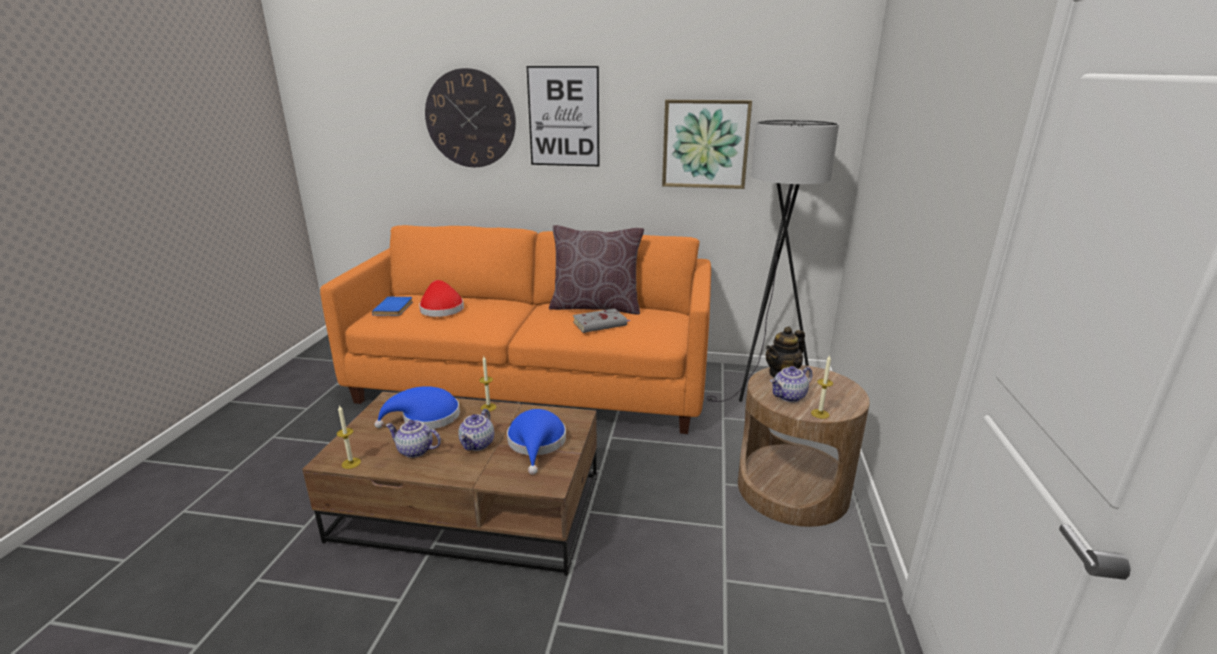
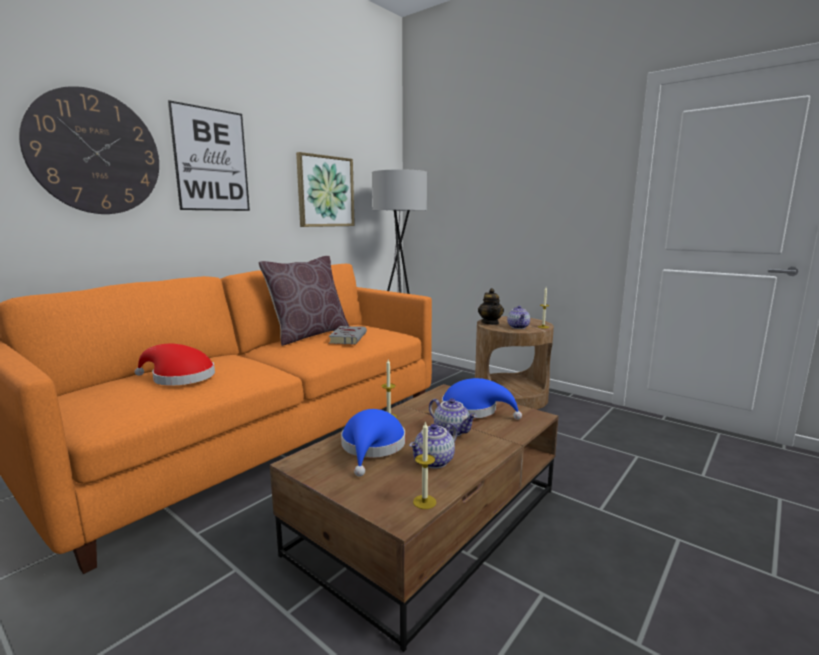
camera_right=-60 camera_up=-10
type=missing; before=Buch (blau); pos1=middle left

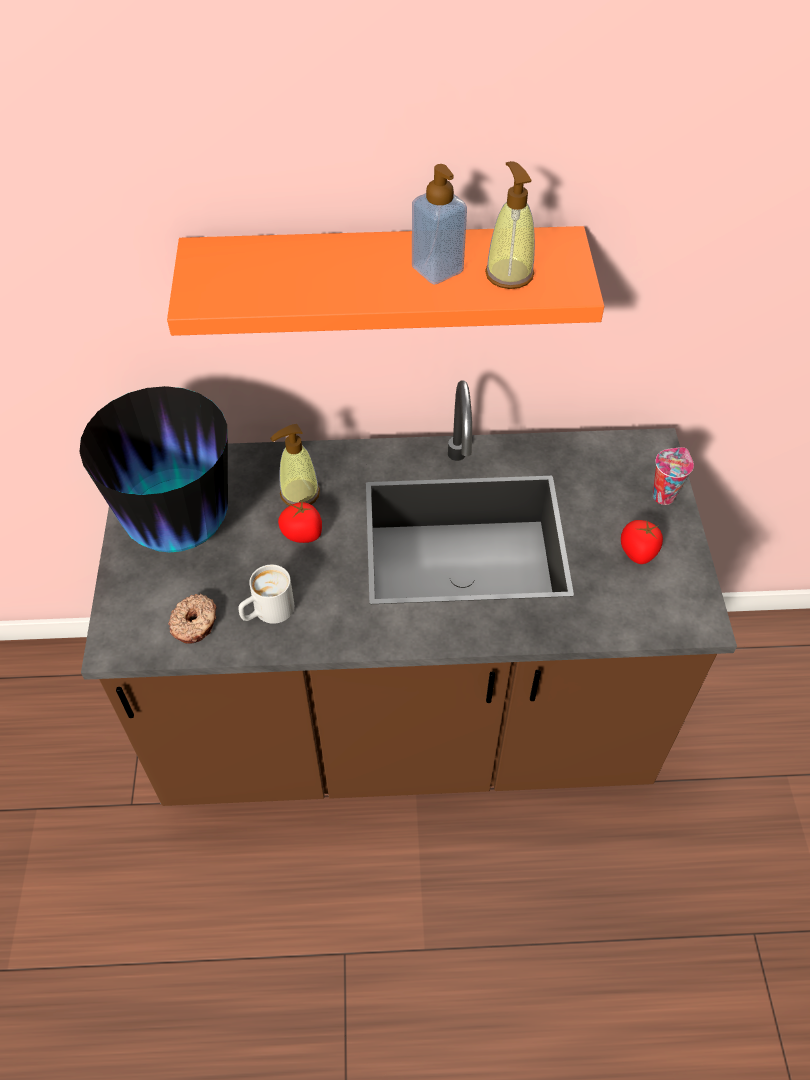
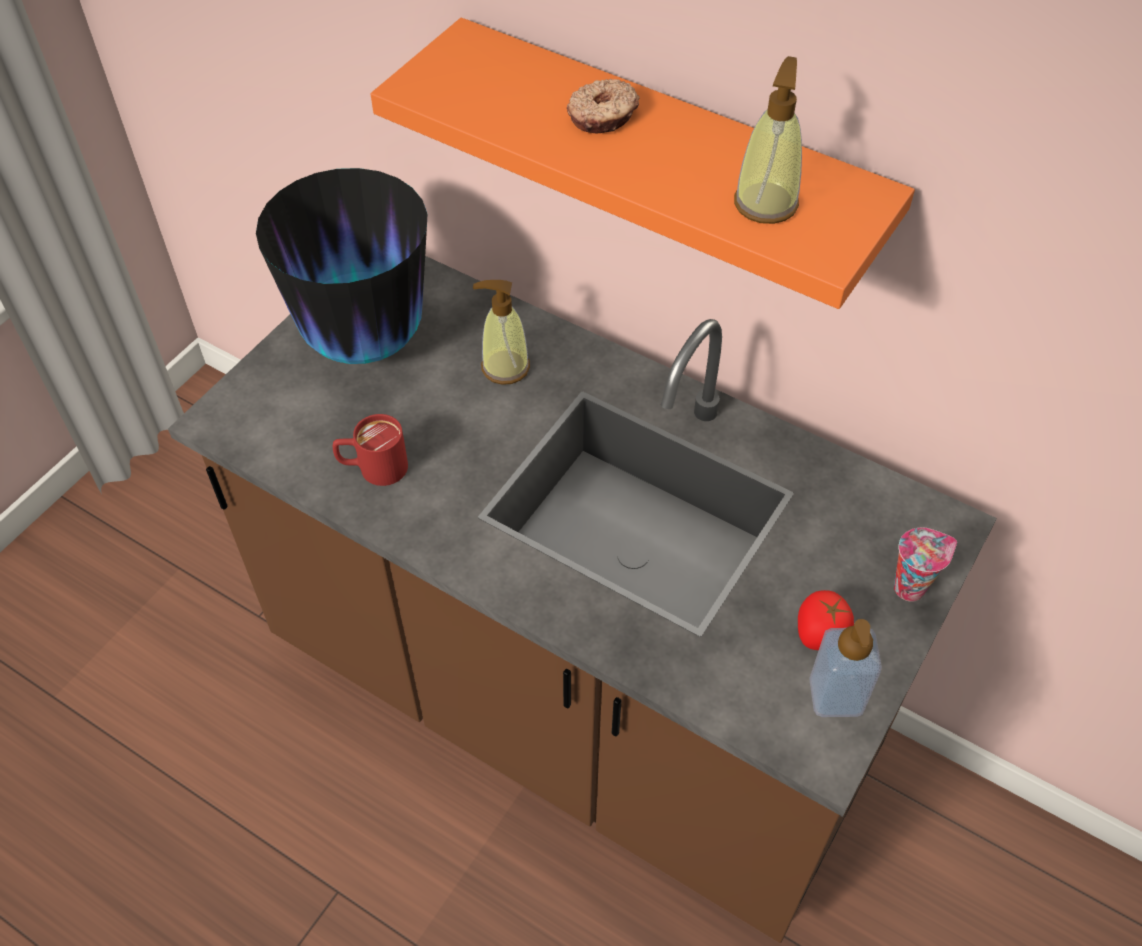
camera_right=35 camera_up=0
type=missing; before=Tomate (no. 1 from left); pos1=centre
type=relocated; before=Donut; pos1=middle left; pos2=top centre
type=relocated; before=Seifenspender (no. 2 from left in the first image); after=Seifenspender (no. 3 from left); pos1=top centre; pos2=bottom right
type=colour; before=Henkelbecher (weiß); after=Henkelbecher (rot); pos1=middle left; pos2=middle left

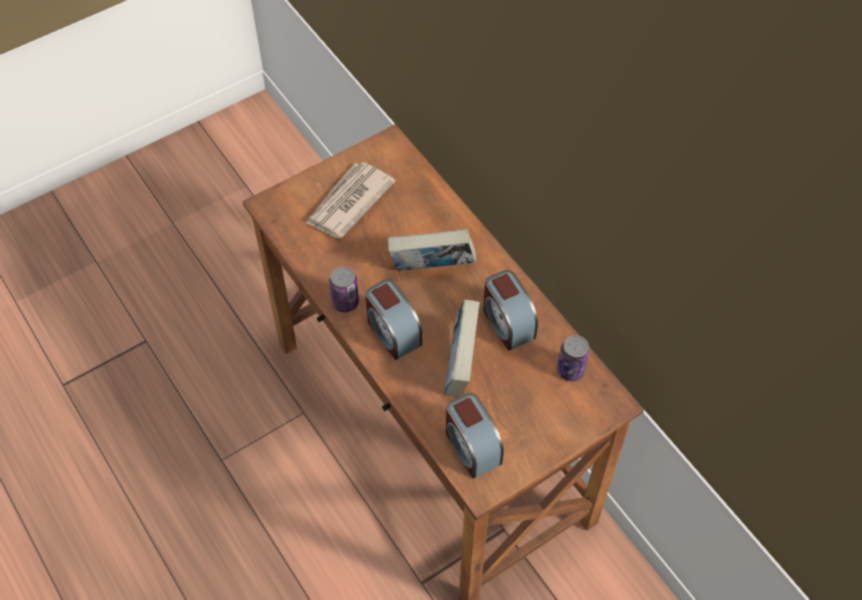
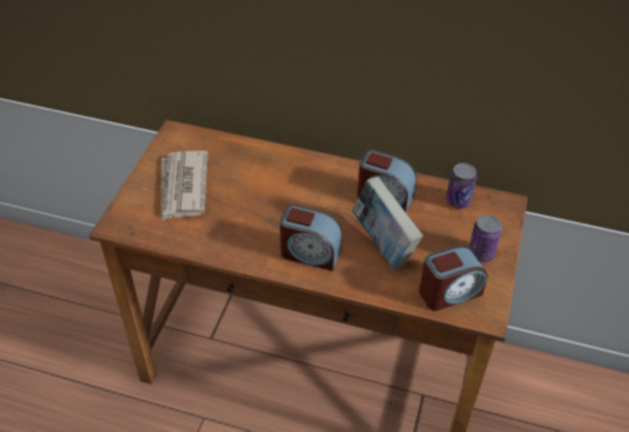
camera_right=-40 camera_up=-10
type=missing; before=Buch (no. 1 from left); pos1=centre
type=relocated; before=Dose (no. 1 from left in the first image); after=Dose (no. 2 from left); pos1=centre; pos2=middle right
type=spun; before=Wecker (no. 2 from left in the first image); pos1=bottom centre; pos2=middle right; turn=-45

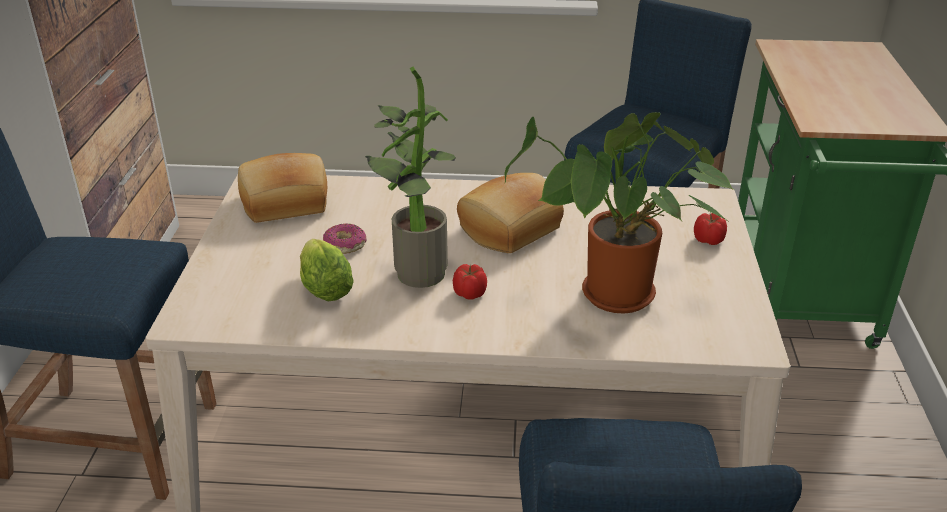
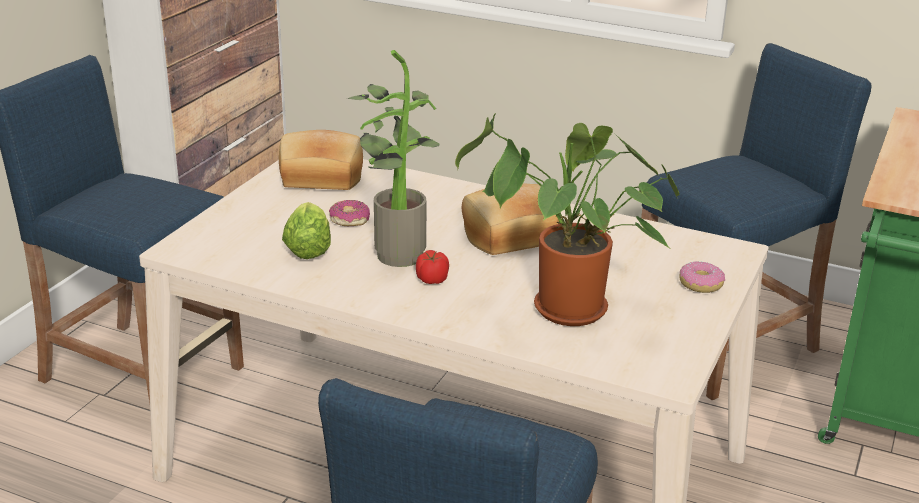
camera_right=20 camera_up=-5
type=exchanged; before=Tomate (no. 2 from left); after=Donut (no. 2 from left); pos1=middle right; pos2=middle right

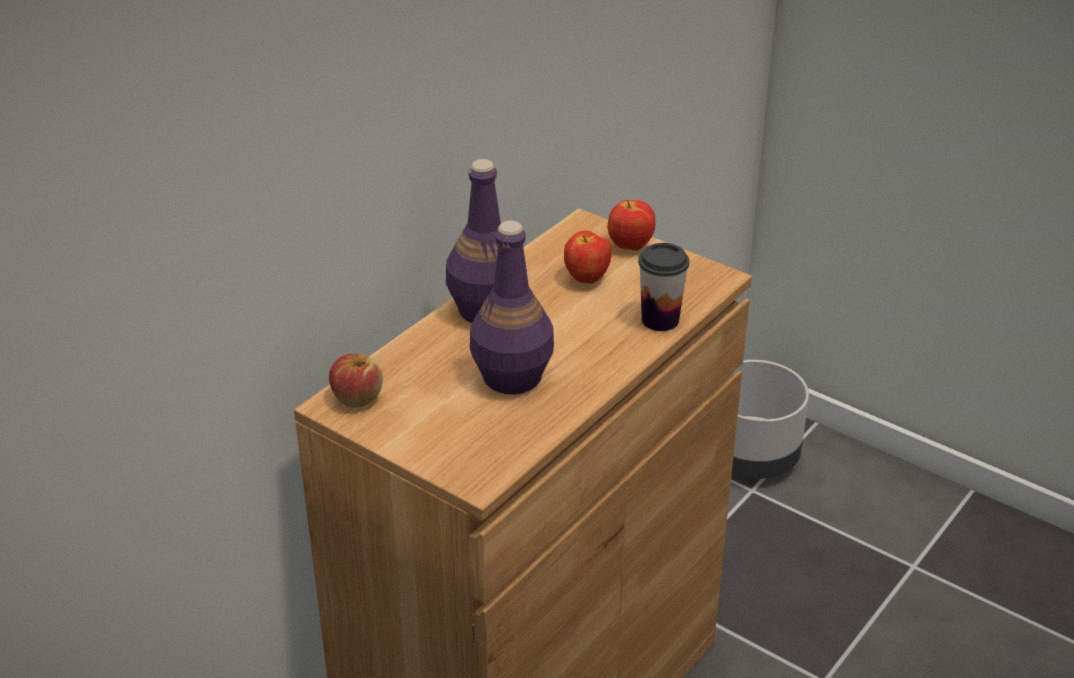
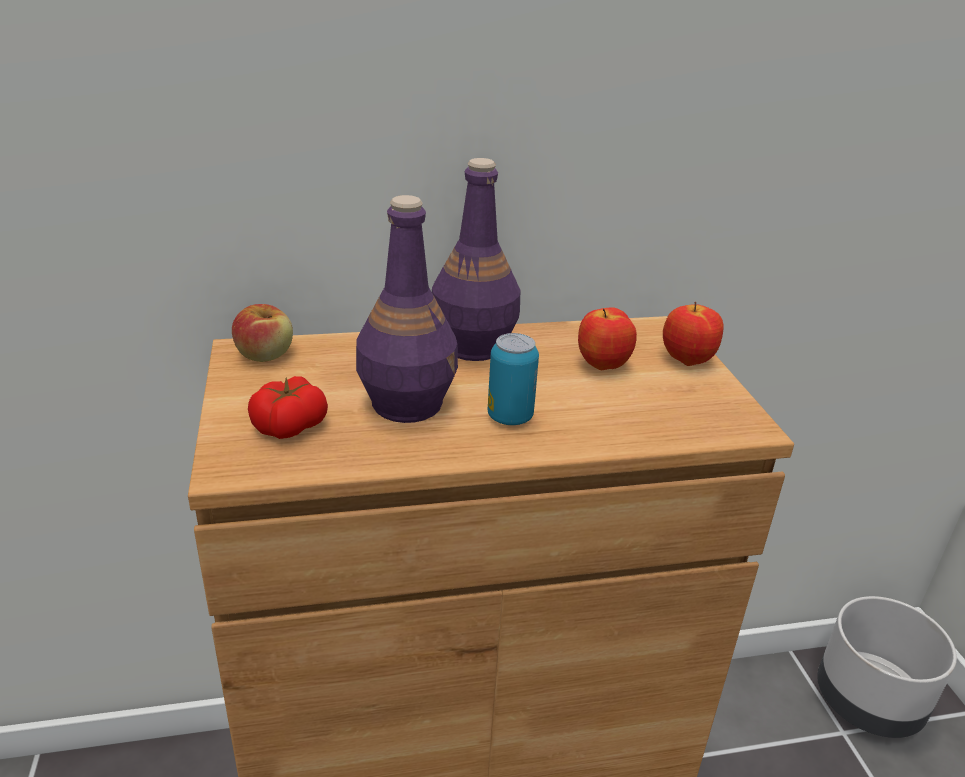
camera_right=40 camera_up=-5
type=missing; before=Tasse; pos1=centre
type=appeared; after=Tomate; pos2=middle left
type=appeared; after=Dose; pos2=centre

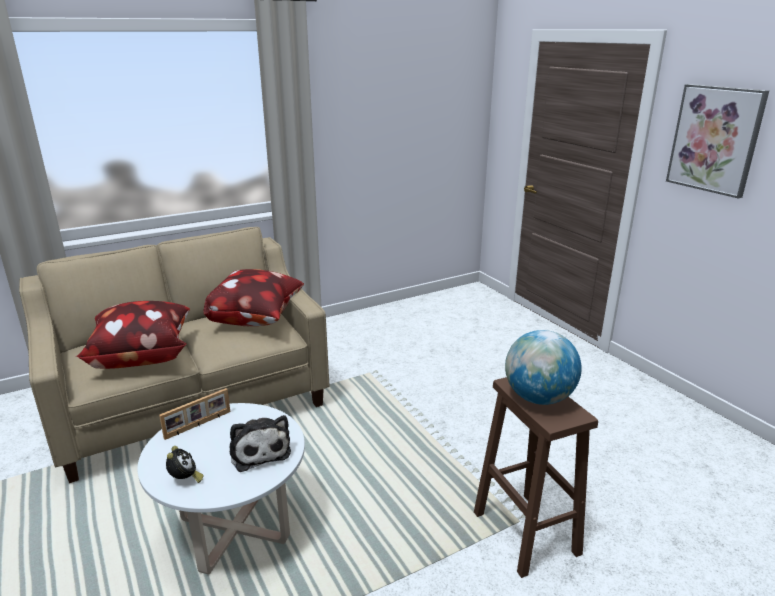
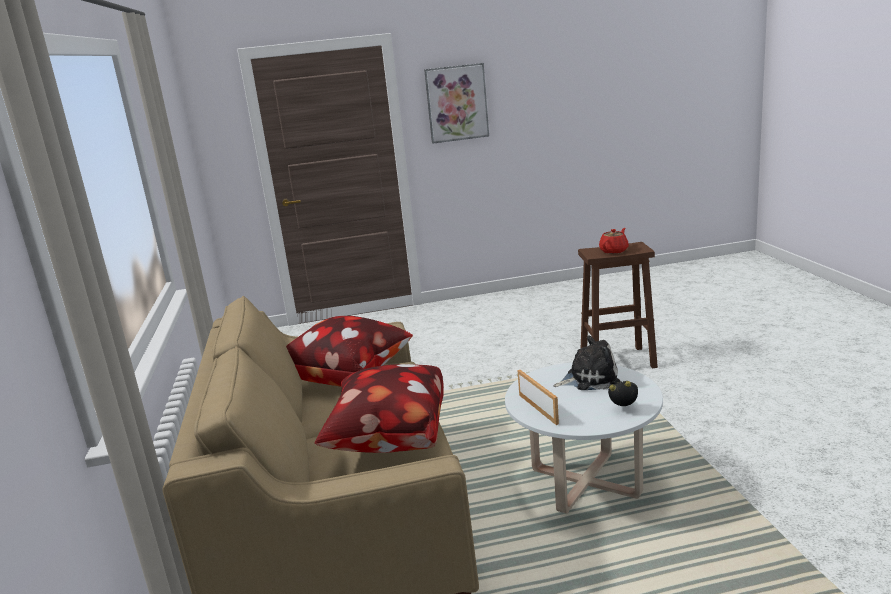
camera_right=-70 camera_up=-5
type=exchanged; before=Globus; after=Teekanne (rot); pos1=middle right; pos2=middle right

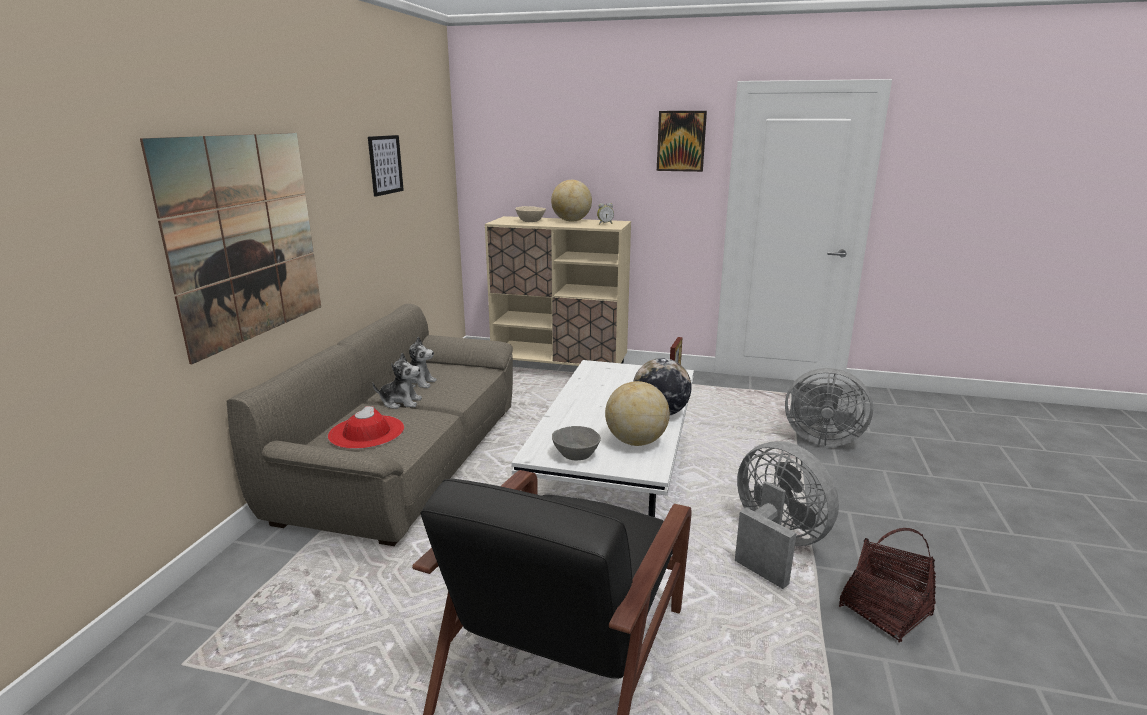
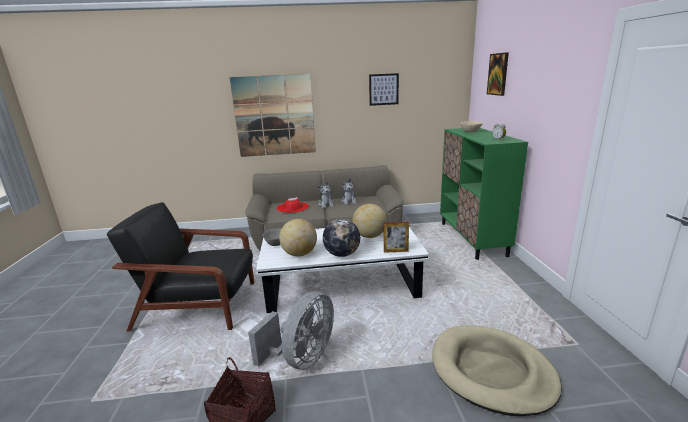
camera_right=70 camera_up=0
type=relocated; before=Globus (no. 1 from left in the first image); after=Globus (no. 3 from left); pos1=top centre; pos2=centre
type=relocated; before=Bild (no. 3 from left); pos1=top centre; pos2=top right
type=exchanged; before=Ventilator (grau) (no. 2 from left); after=Hundebett (beige); pos1=middle right; pos2=bottom right
type=colour; before=Schrank (beige); after=Schrank (grün); pos1=centre; pos2=middle right

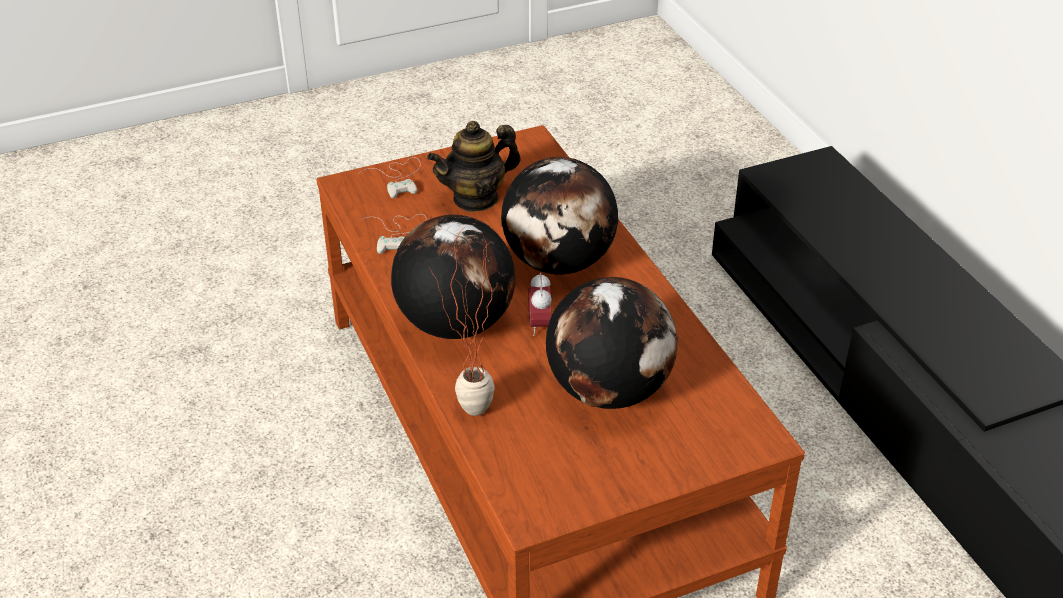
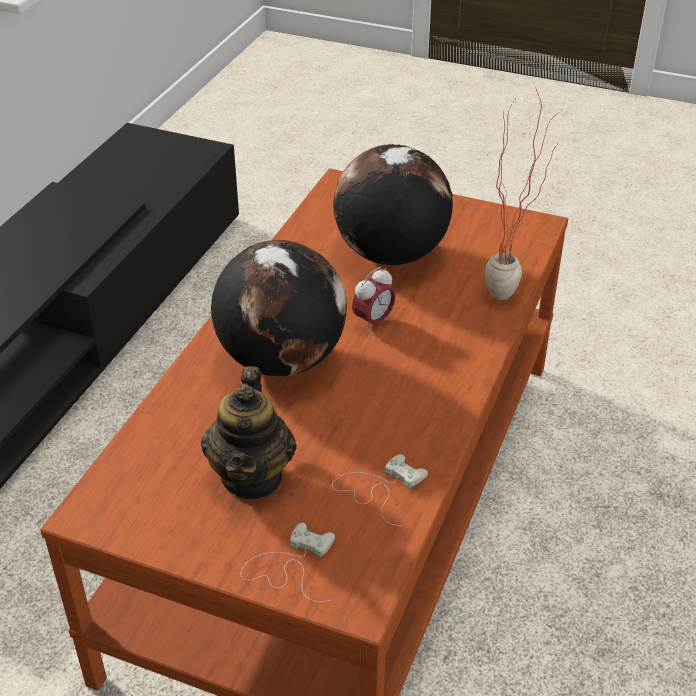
camera_right=-135 camera_up=0
type=missing; before=Globus (no. 1 from left); pos1=centre
type=spun; before=Teekanne; pos1=top centre; pos2=centre; turn=75

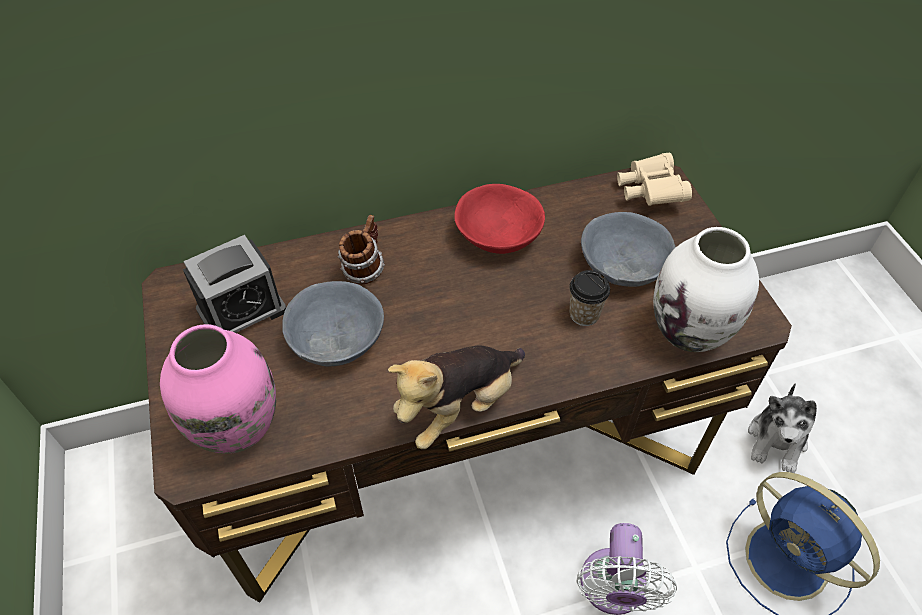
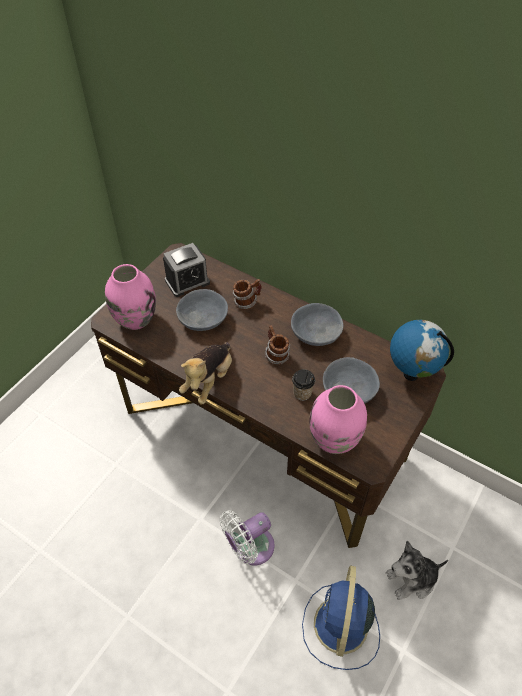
camera_right=50 camera_up=0
type=appeared; after=Henkelbecher (no. 2 from left); pos2=centre
type=exchanged; before=Fernglas (beige); after=Globus; pos1=top right; pos2=middle right
type=colour; before=Schüssel (rot); after=Schüssel (grau) (no. 2 from left); pos1=centre; pos2=centre
type=colour; before=Vase (weiß); after=Vase (rosa) (no. 2 from left); pos1=middle right; pos2=centre
type=spun; before=Wecker; pos1=middle left; pos2=centre; turn=-45
type=spun; before=Plüschtier (no. 1 from left); pos1=centre; pos2=centre; turn=-75

